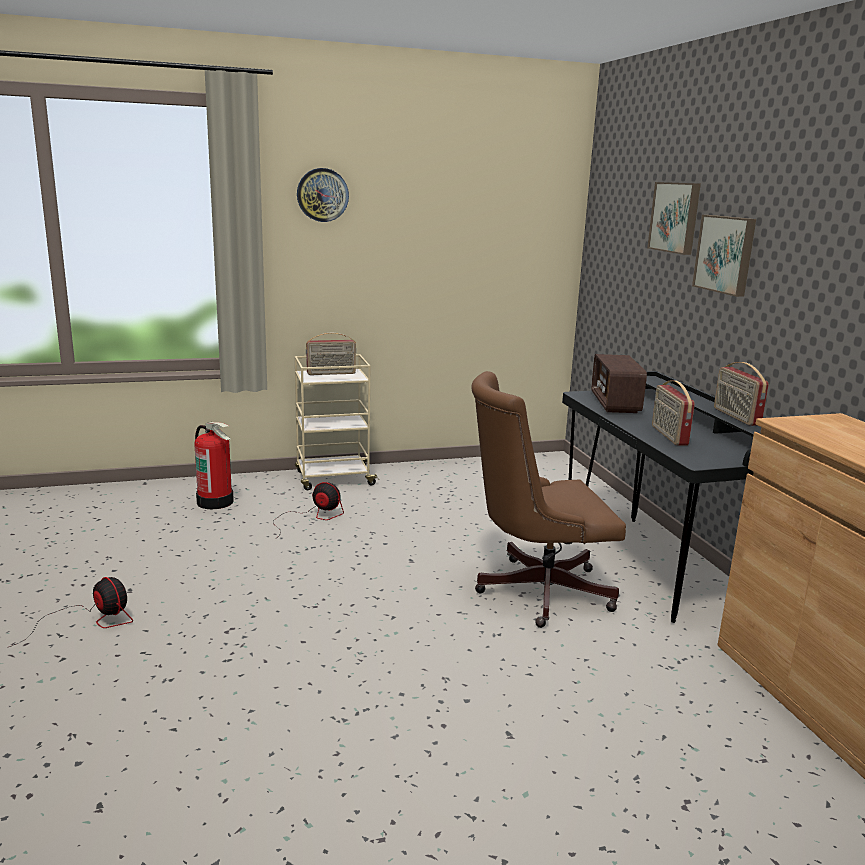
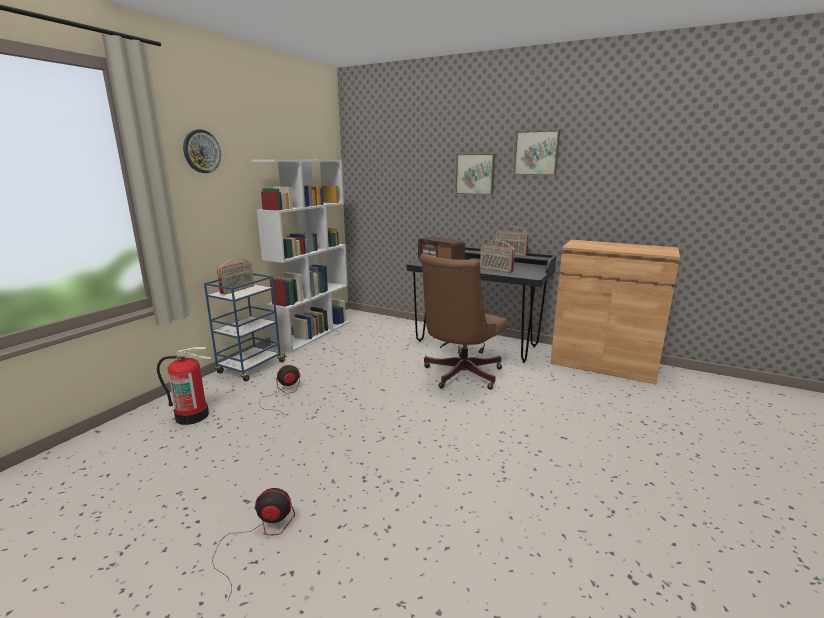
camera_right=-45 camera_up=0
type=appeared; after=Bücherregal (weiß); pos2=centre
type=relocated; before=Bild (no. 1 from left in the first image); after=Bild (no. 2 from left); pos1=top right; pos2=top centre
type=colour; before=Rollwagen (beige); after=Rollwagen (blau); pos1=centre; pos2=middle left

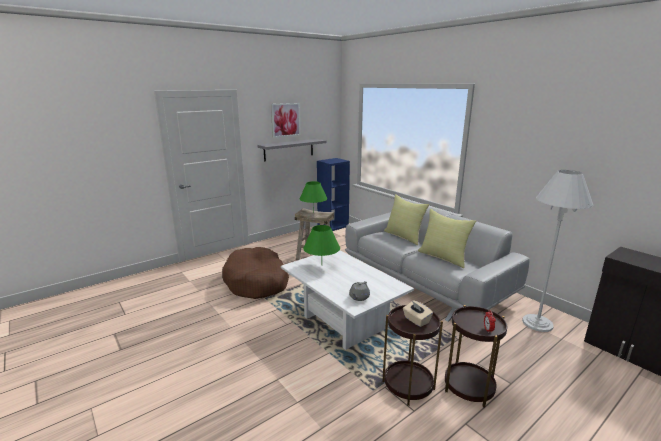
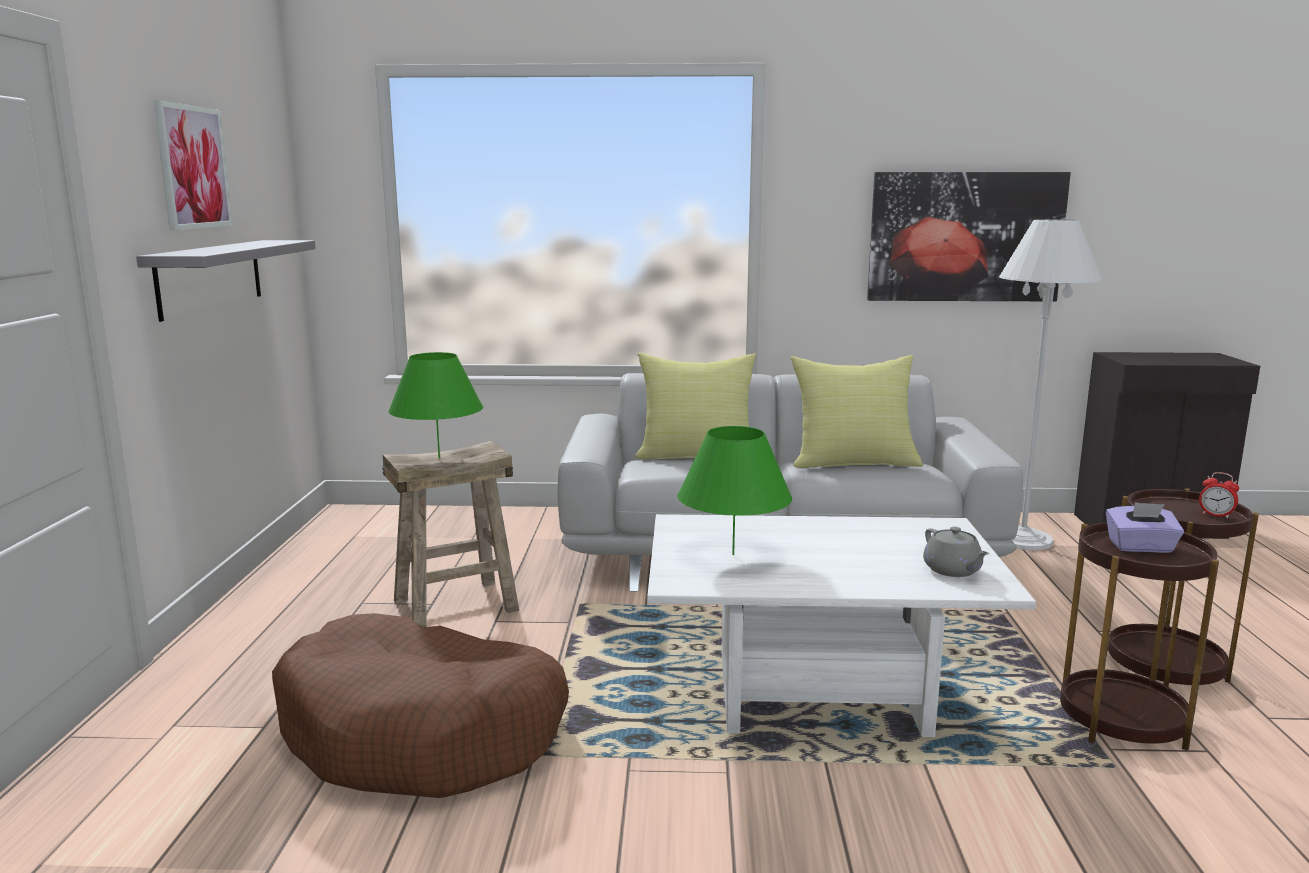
camera_right=-50 camera_up=-5
type=missing; before=Bücherregal (blau); pos1=centre
type=appeared; after=Bild (no. 2 from left); pos2=top right
type=colour; before=Taschentuchbox (beige); after=Taschentuchbox (lila); pos1=bottom centre; pos2=middle right

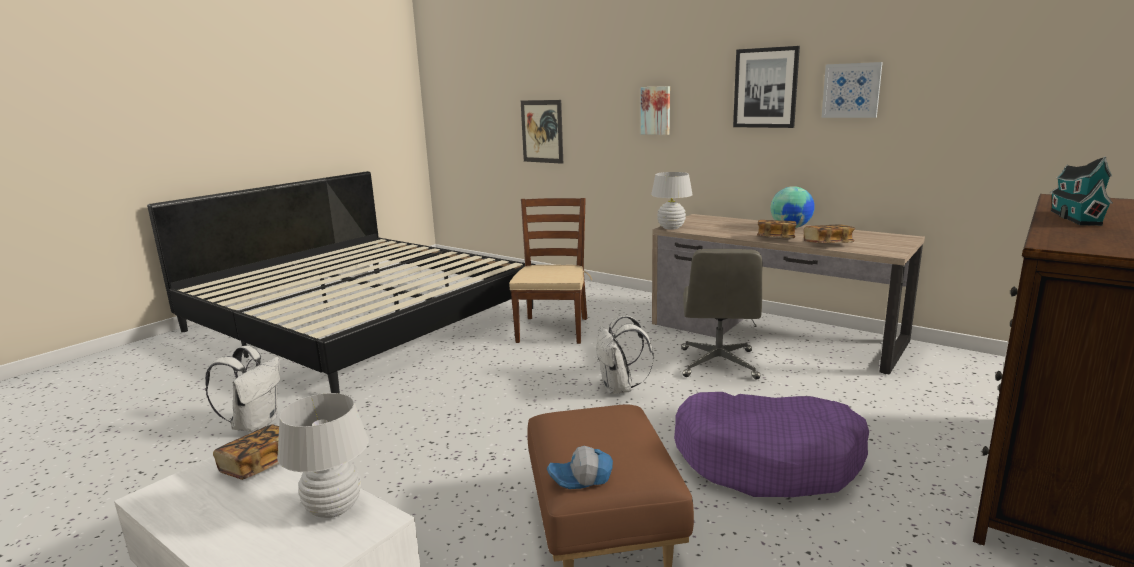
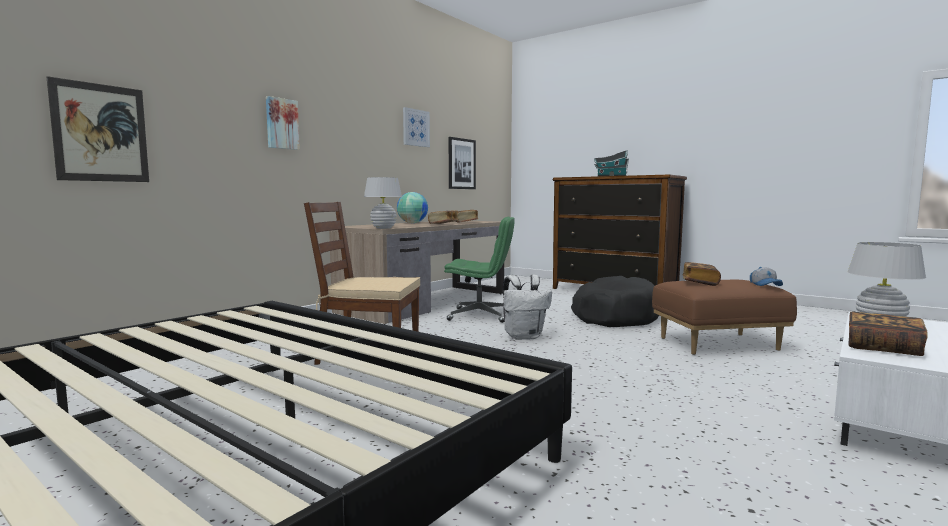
camera_right=-90 camera_up=-10
type=missing; before=Rucksack (weiß) (no. 1 from left); pos1=bottom left
type=appeared; after=Buch (no. 3 from left); pos2=middle right
type=relocated; before=Bild (no. 3 from left in the first image); after=Bild (no. 4 from left); pos1=top right; pos2=top centre
type=colour; before=Hundebett (lila); after=Hundebett (schwarz); pos1=bottom right; pos2=centre
type=colour; before=Bürostuhl (grau); after=Bürostuhl (grün); pos1=centre; pos2=centre

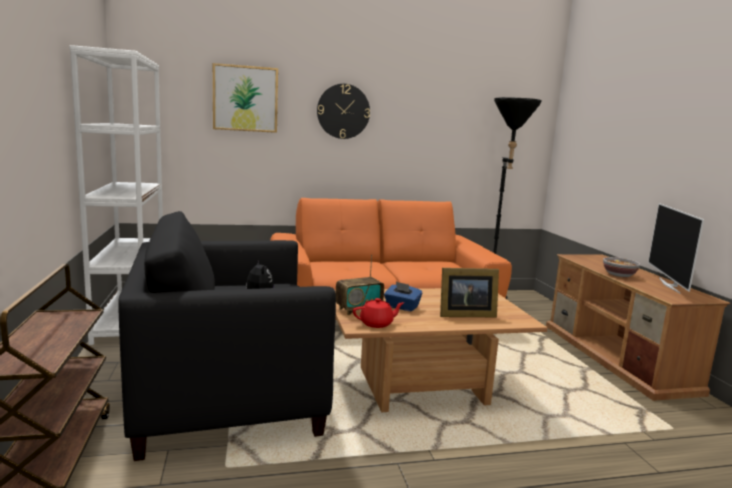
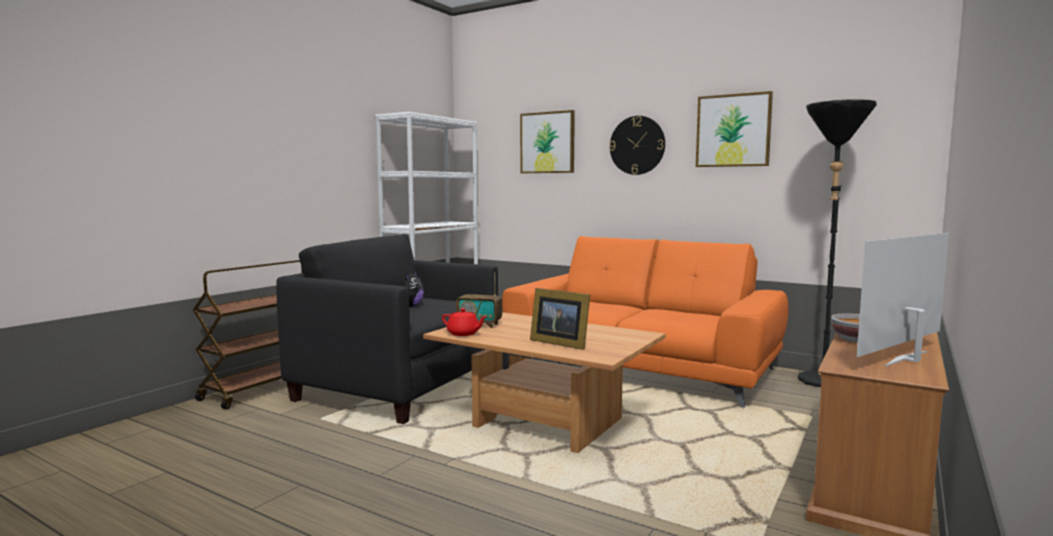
camera_right=45 camera_up=-5
type=missing; before=Taschentuchbox (blau); pos1=centre
type=appeared; after=Bild (no. 2 from left); pos2=top right

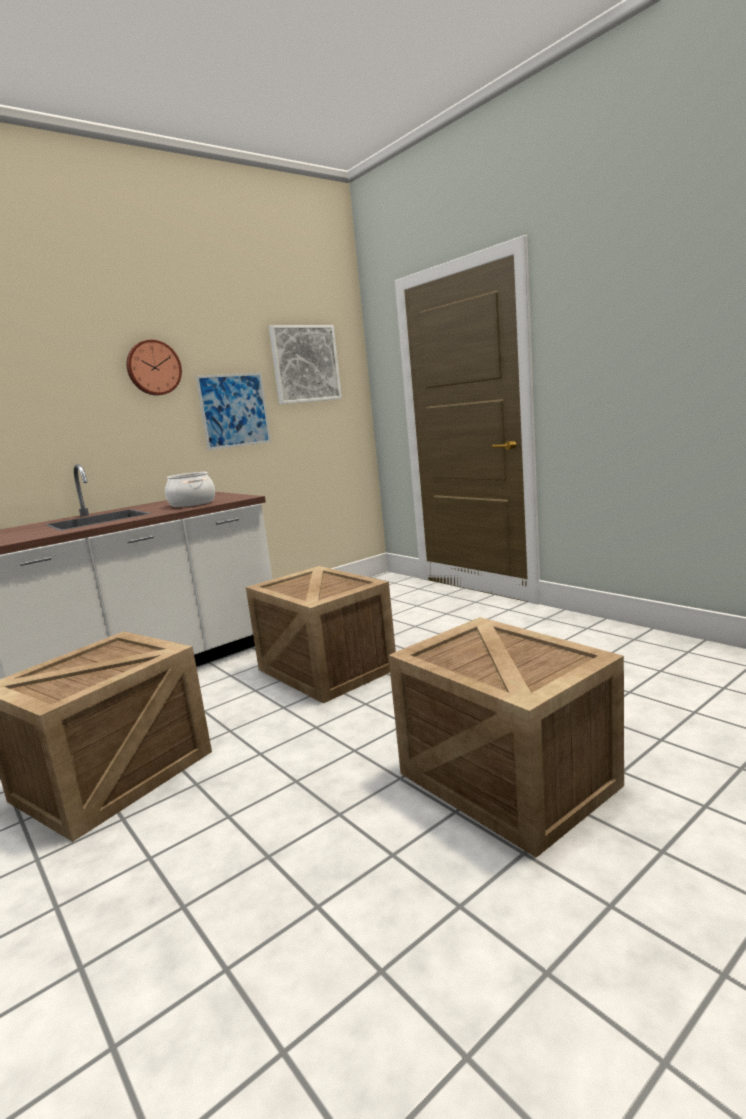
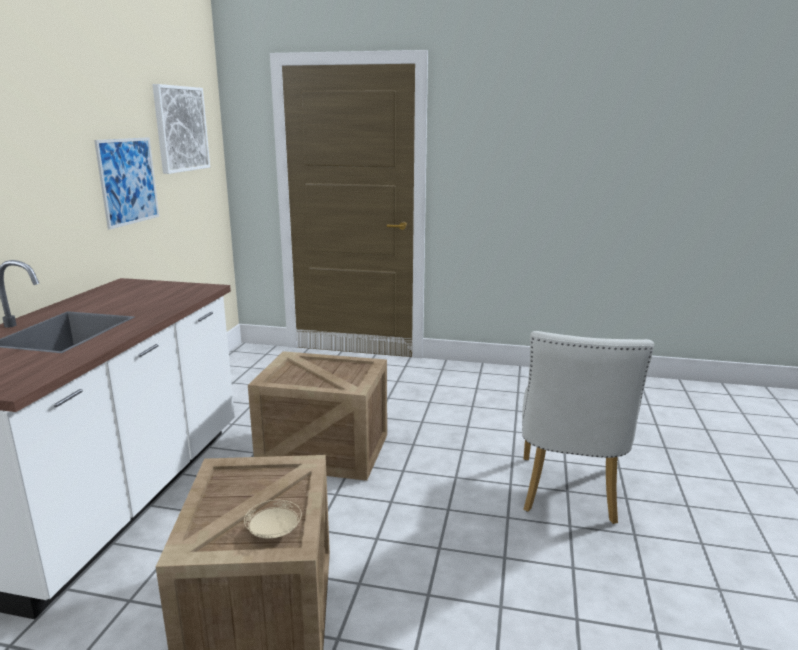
camera_right=-40 camera_up=5
type=missing; before=Wanduhr; pos1=top left
type=missing; before=Kochtopf; pos1=middle left
type=appeared; after=Teller (beige); pos2=bottom centre
type=exchanged; before=Kiste (no. 3 from left); after=Stuhl (weiß); pos1=middle right; pos2=middle right

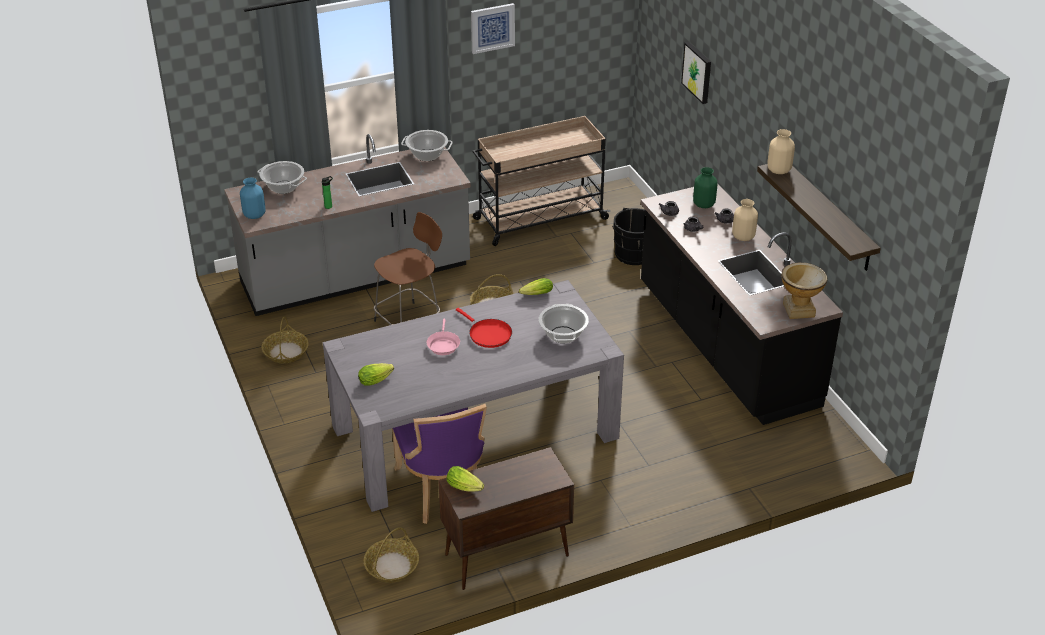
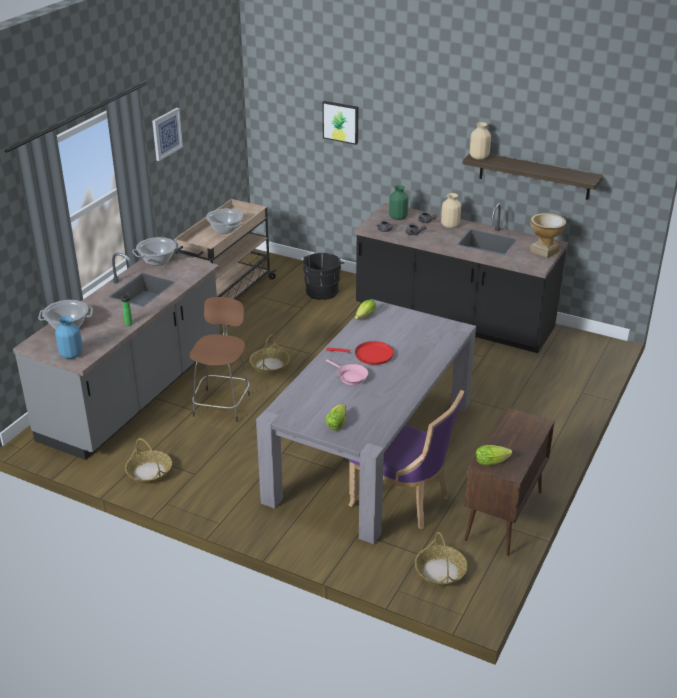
camera_right=-40 camera_up=-5
type=relocated; before=Kochtopf (no. 3 from left); pos1=centre; pos2=top left

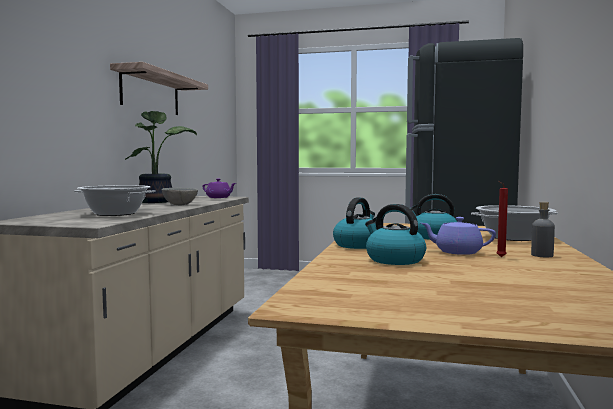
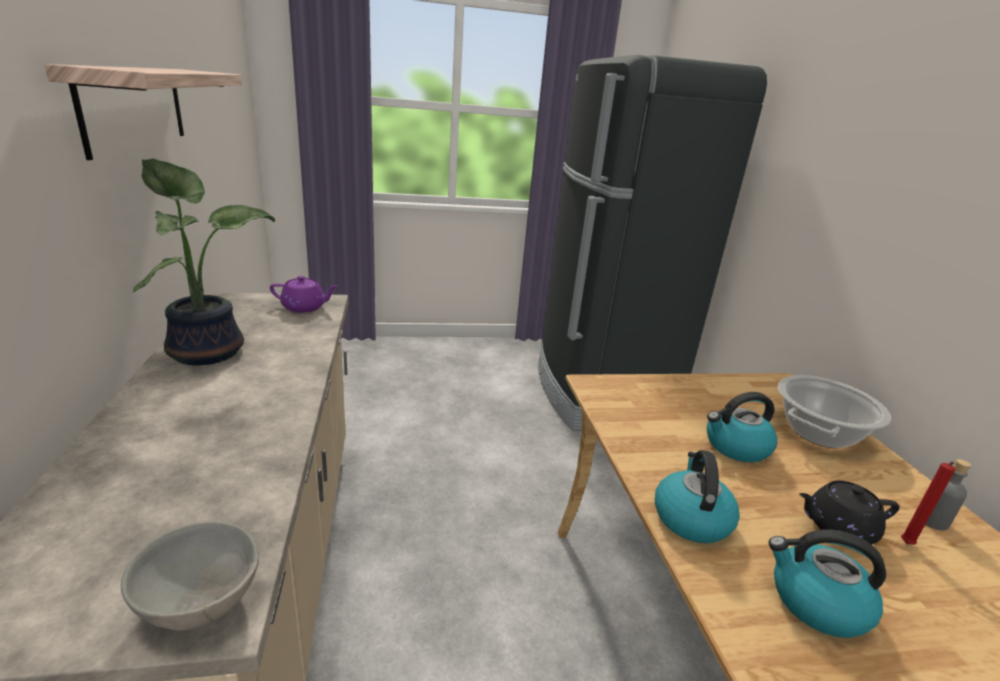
camera_right=-25 camera_up=20
type=missing; before=Kochtopf (no. 1 from left); pos1=middle left
type=relocated; before=Schüssel (grau); pos1=middle left; pos2=bottom left
type=colour; before=Teekanne (lila) (no. 2 from left); after=Teekanne (schwarz); pos1=middle right; pos2=bottom right

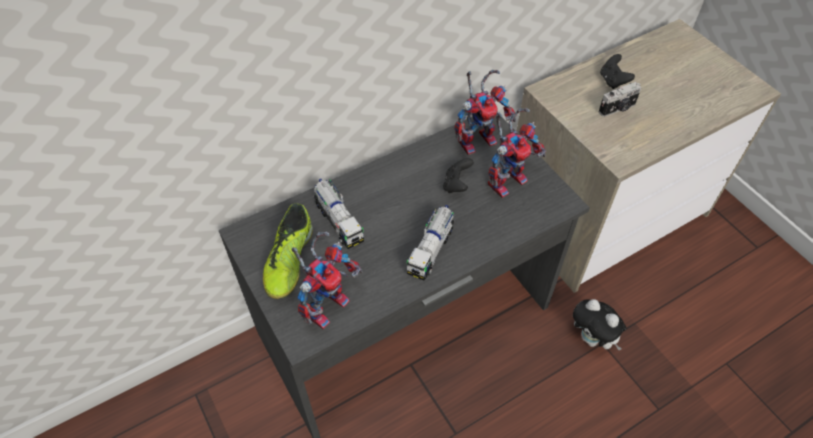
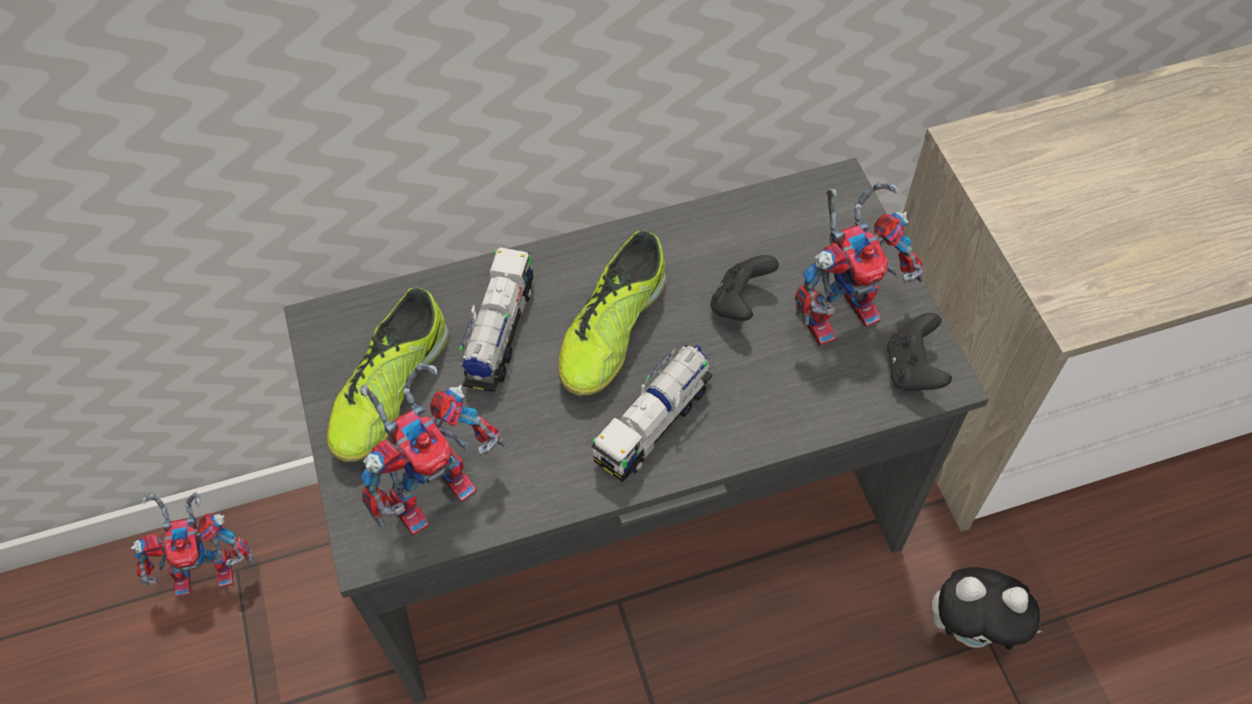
camera_right=15 camera_up=5
type=missing; before=Kamera; pos1=top right
type=appeared; after=Schuh (no. 2 from left); pos2=centre
type=relocated; before=Spielzeugroboter (no. 2 from left in the first image); after=Spielzeugroboter (no. 1 from left); pos1=top centre; pos2=bottom left
type=relocated; before=Gamepad (schwarz) (no. 2 from left); pos1=top right; pos2=middle right
type=spun; before=Spielzeuglaster (no. 1 from left); pos1=centre; pos2=centre; turn=-150
type=spun; before=Plüschtier; pos1=bottom right; pos2=bottom right; turn=-45

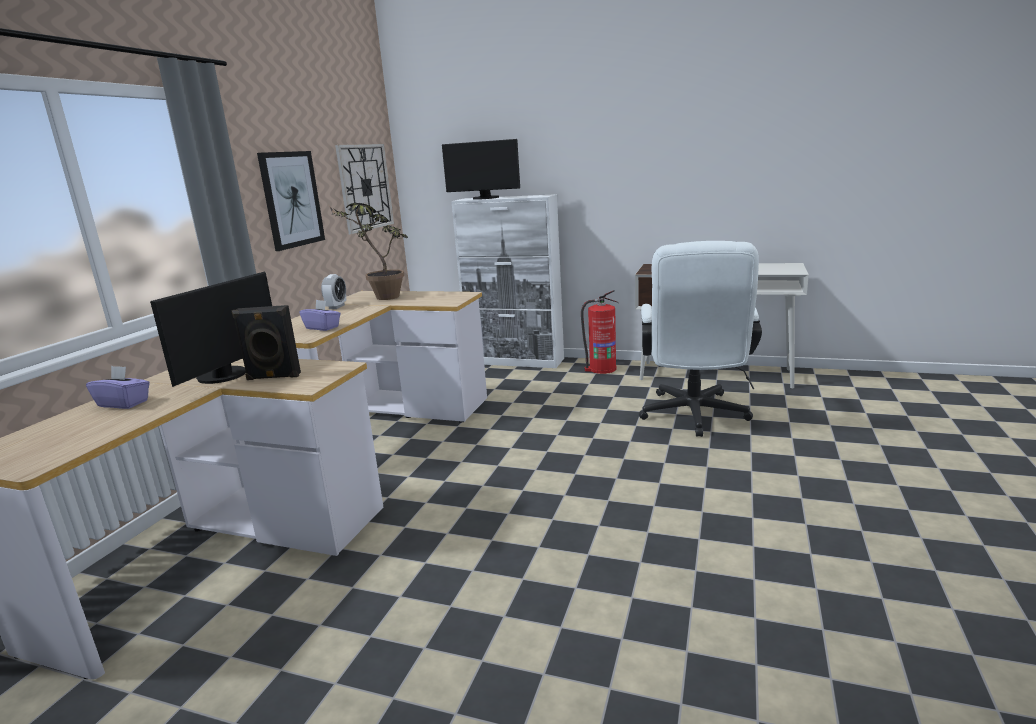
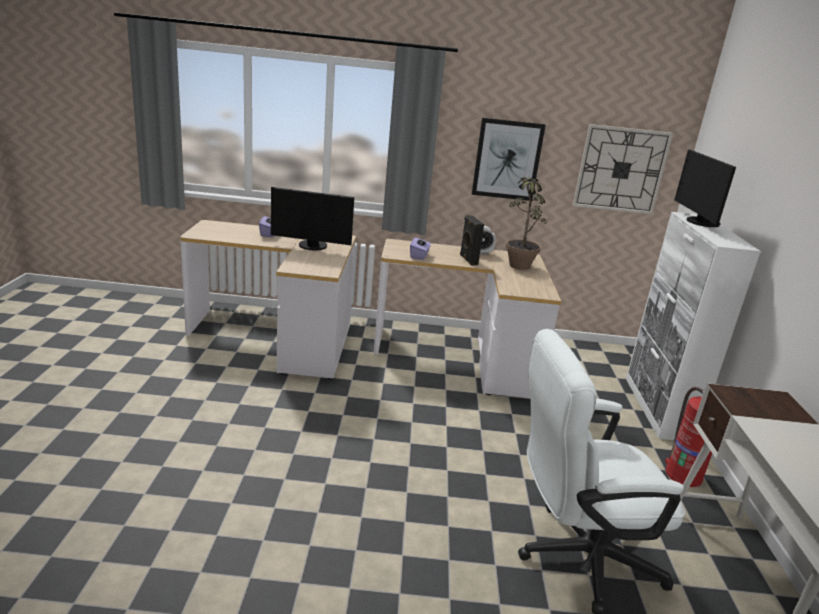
camera_right=70 camera_up=5
type=relocated; before=Lautsprecher (schwarz); pos1=middle left; pos2=centre

